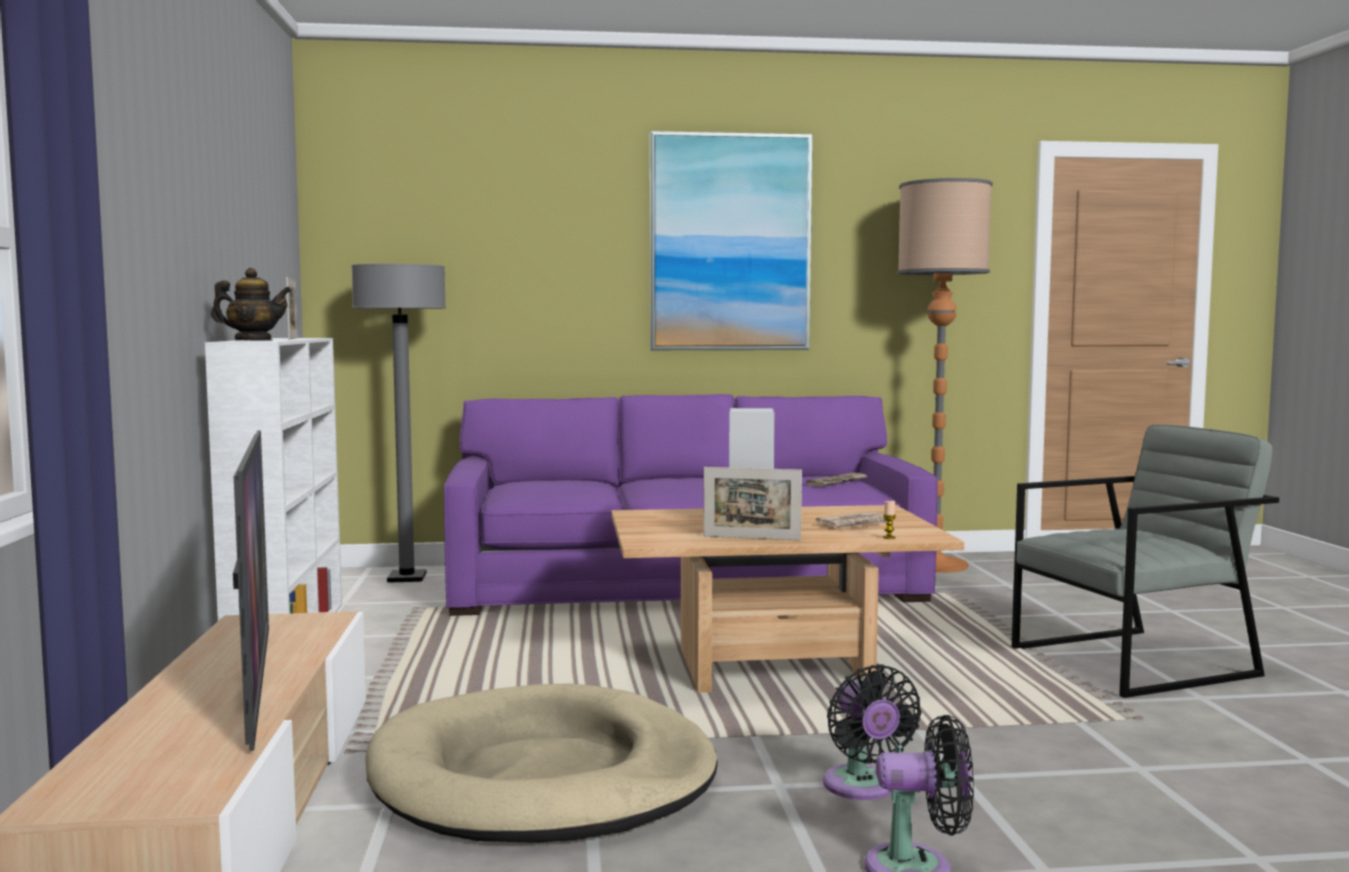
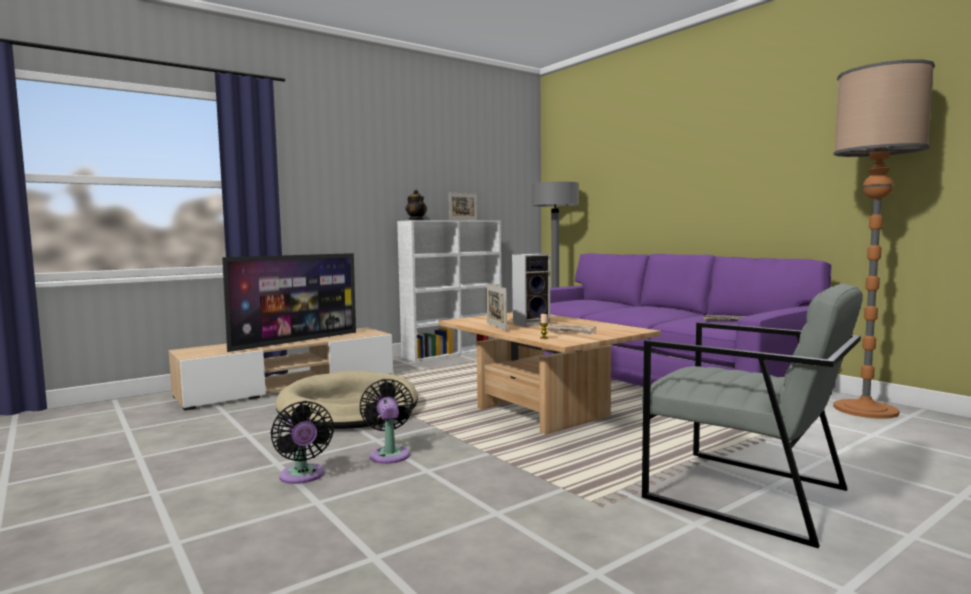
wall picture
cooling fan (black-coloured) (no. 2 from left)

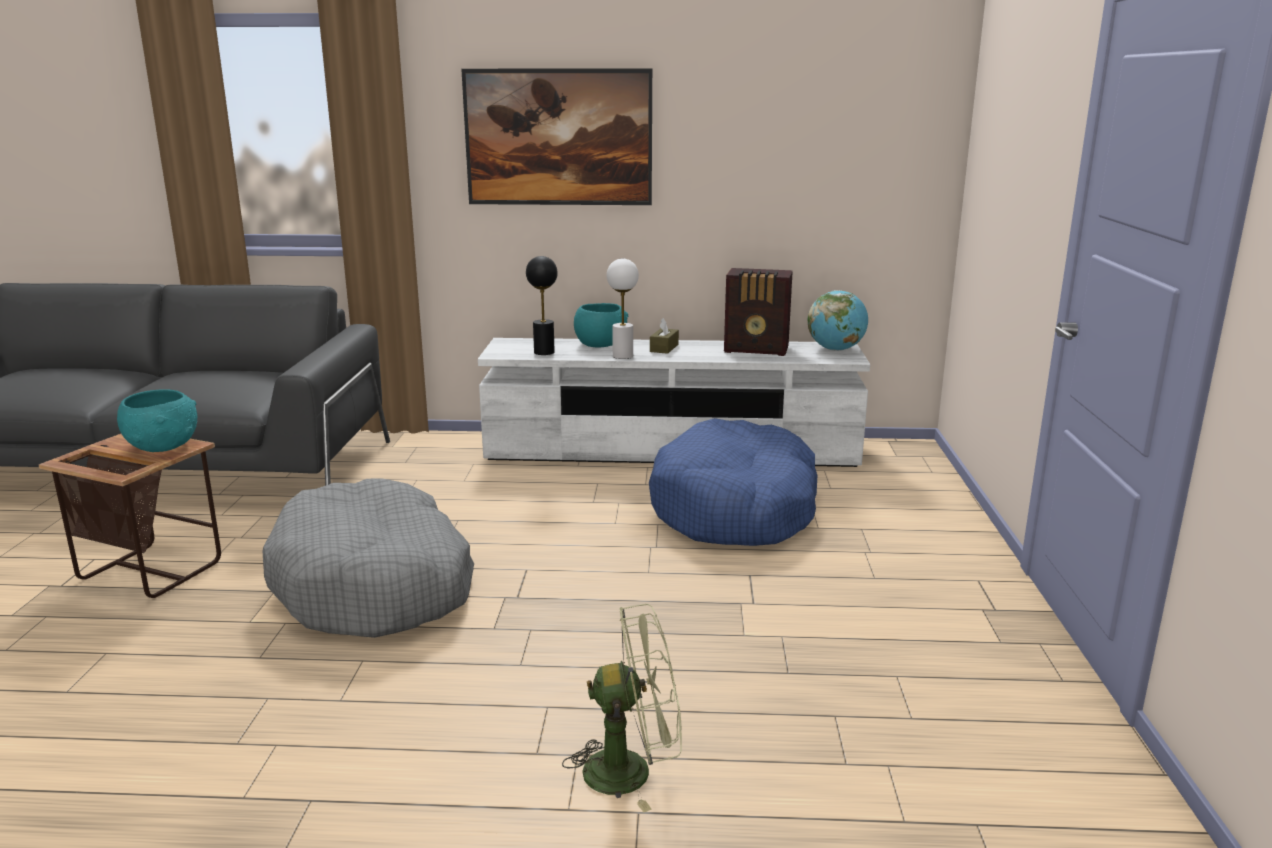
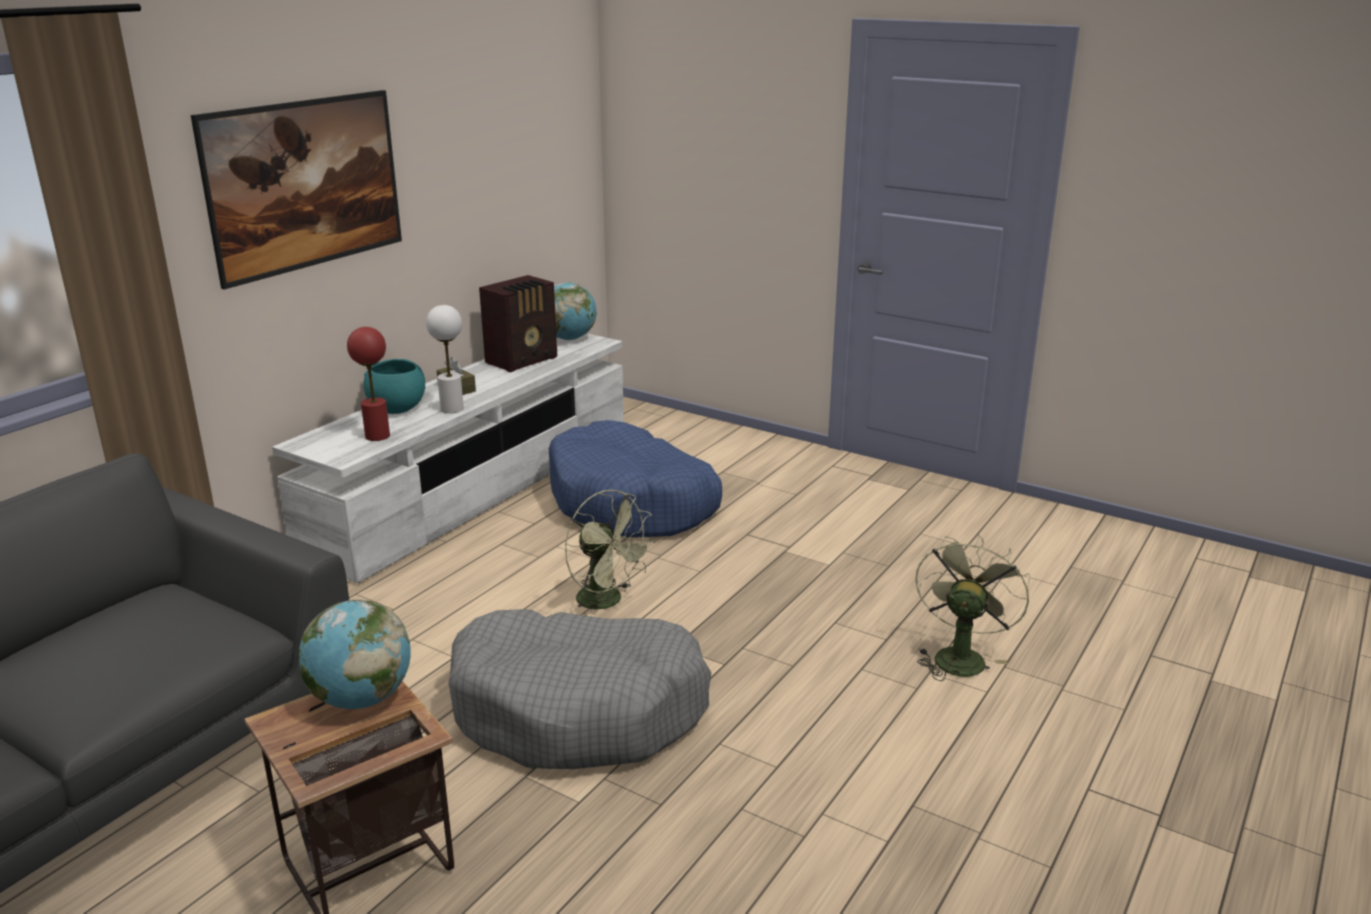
cooling fan (green-coloured) (no. 1 from left)
globe (no. 1 from left)
lamp for a table (red)

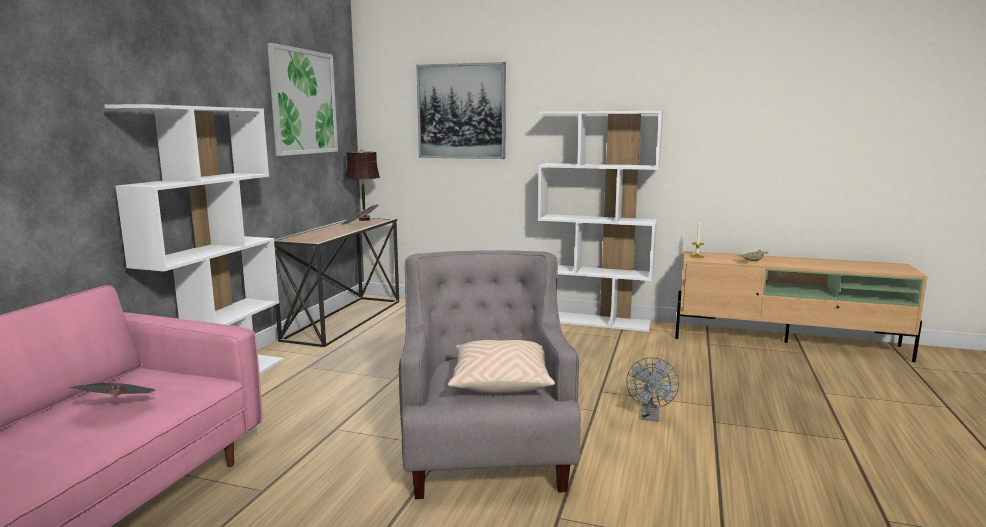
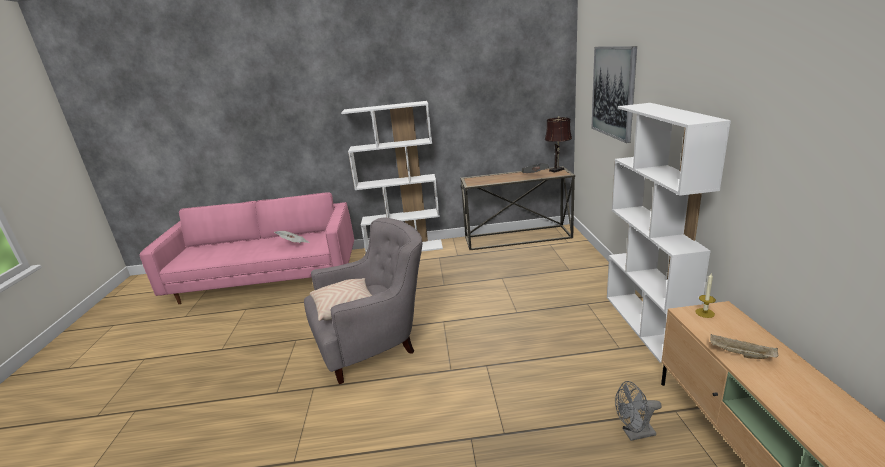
wall picture (no. 1 from left in the first image)
cooling fan (greyish)

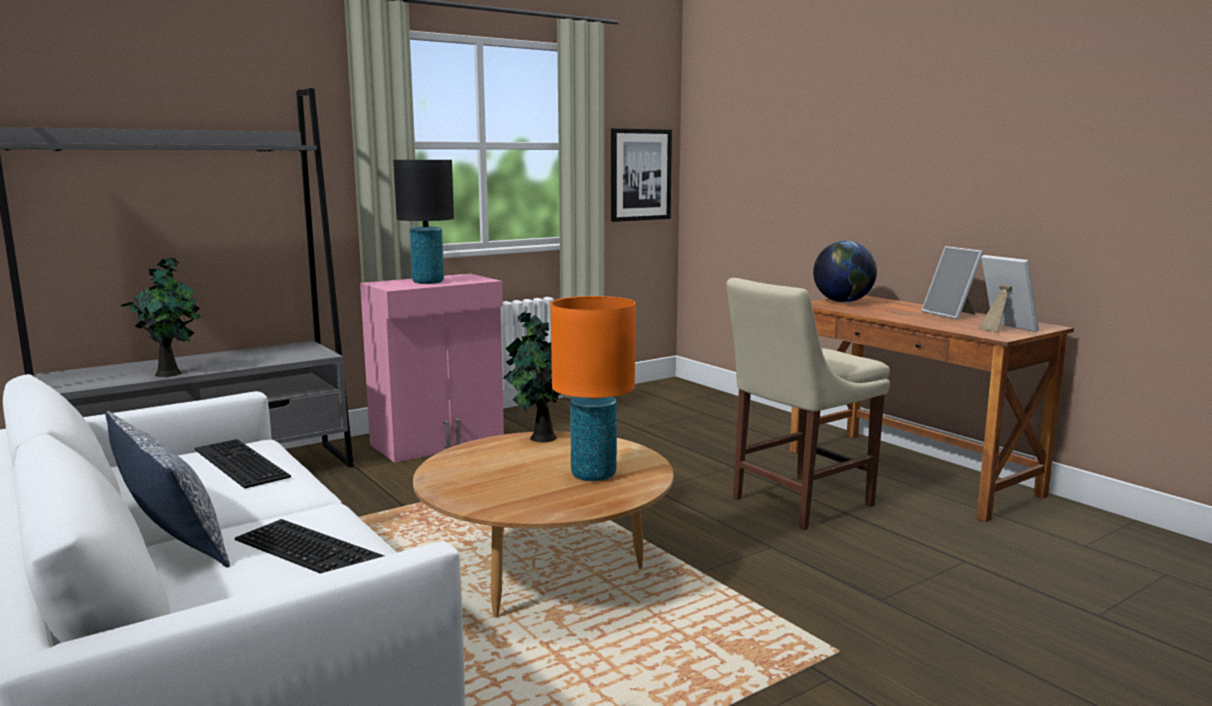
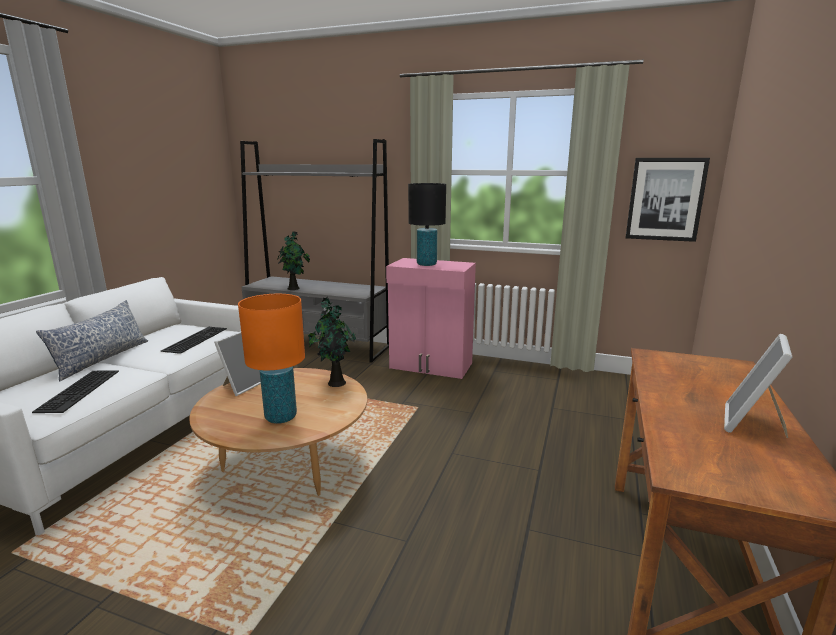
upright chair (beige)
globe
standing frame (no. 1 from left)

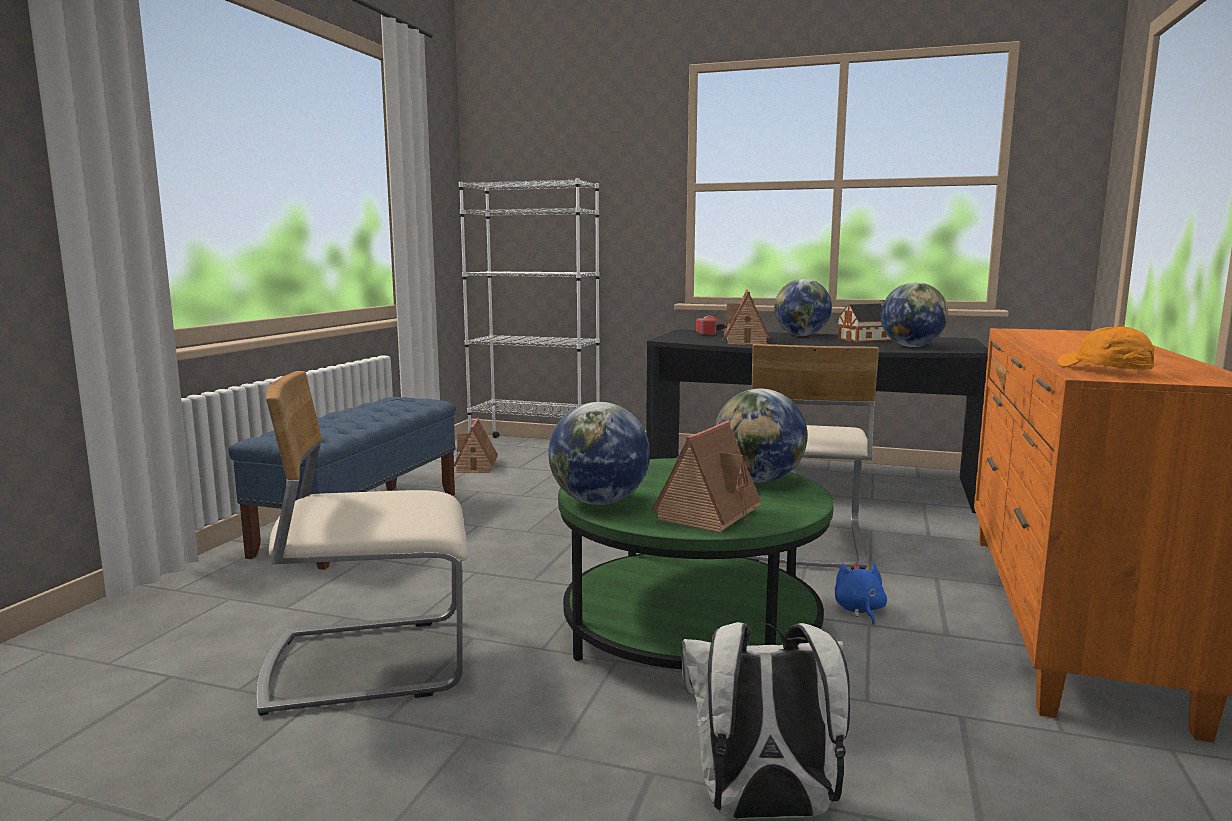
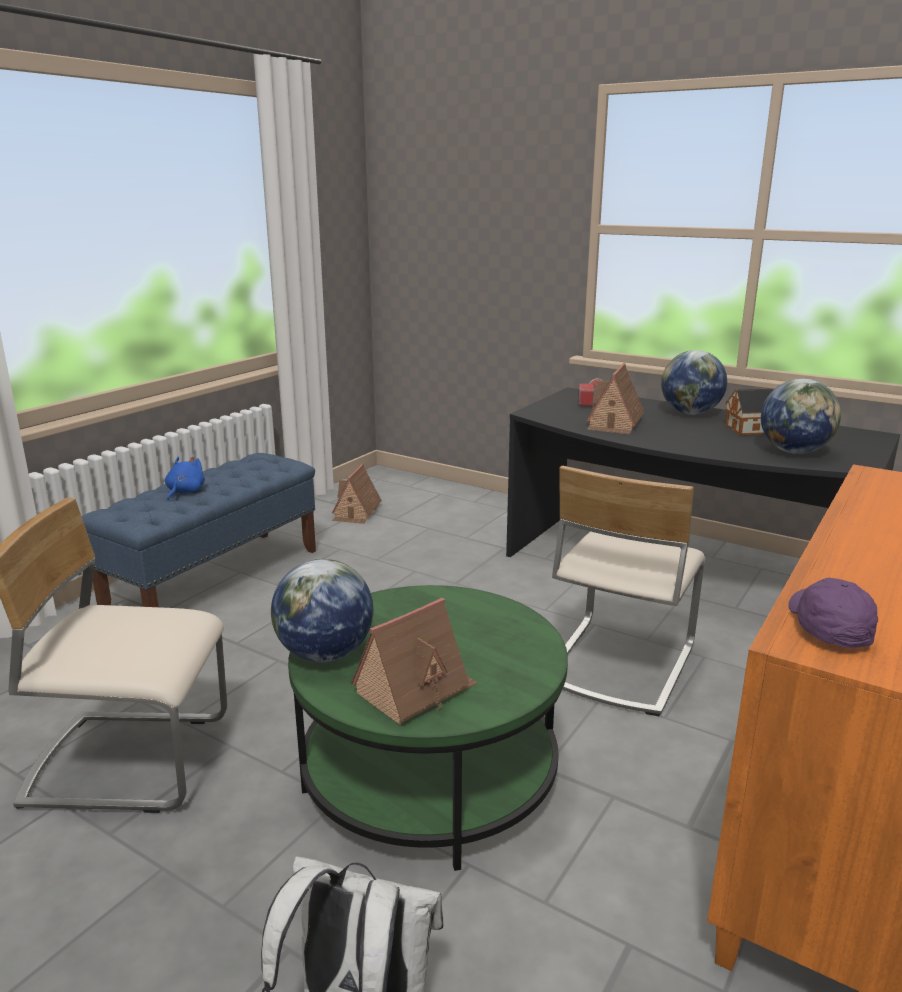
bookcase (white)
globe (no. 2 from left in the first image)
soft toy (bluish)
cap (purple)

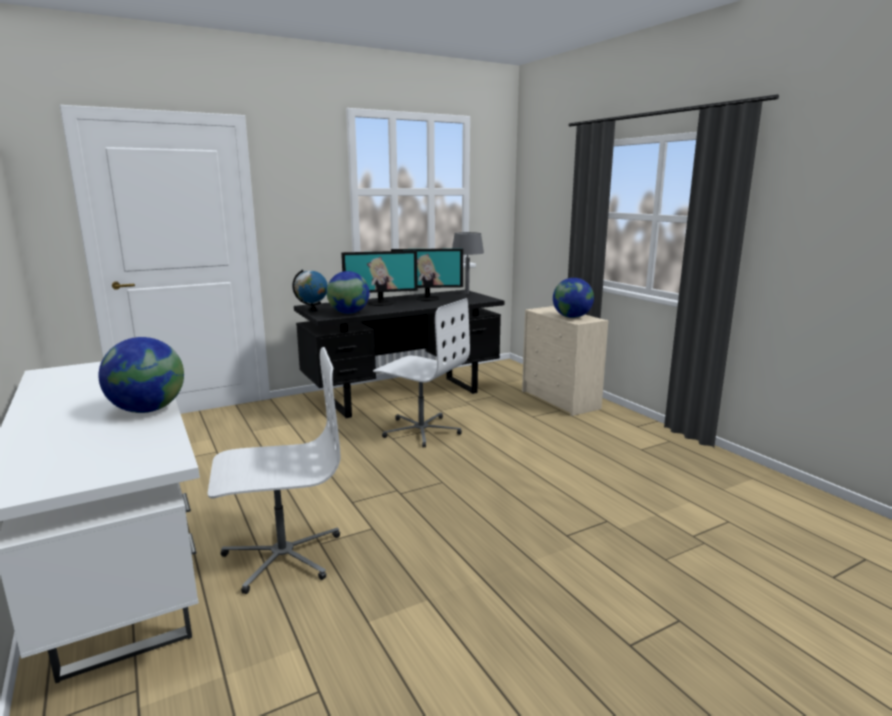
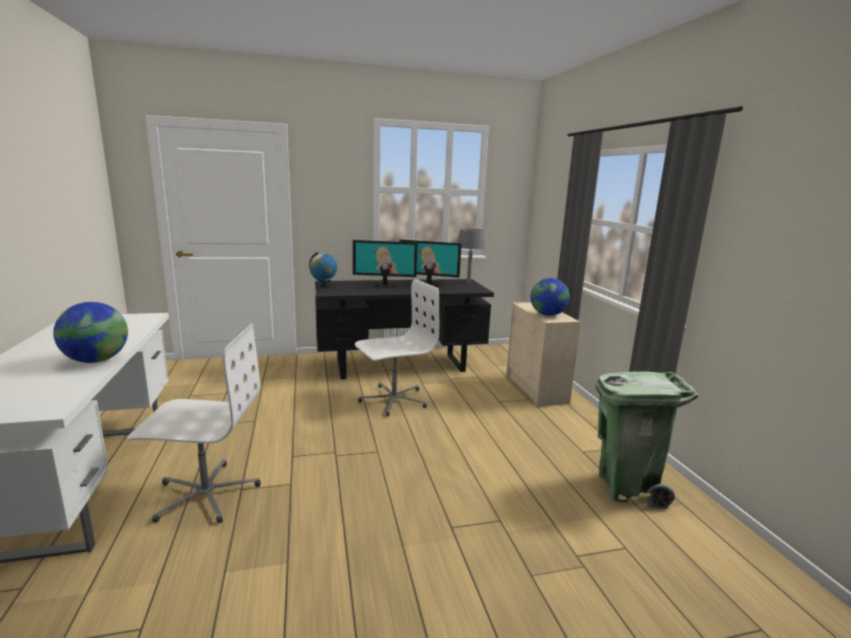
globe (no. 3 from left in the first image)
waste bin (green-coloured)
computer chair (white) (no. 2 from left)

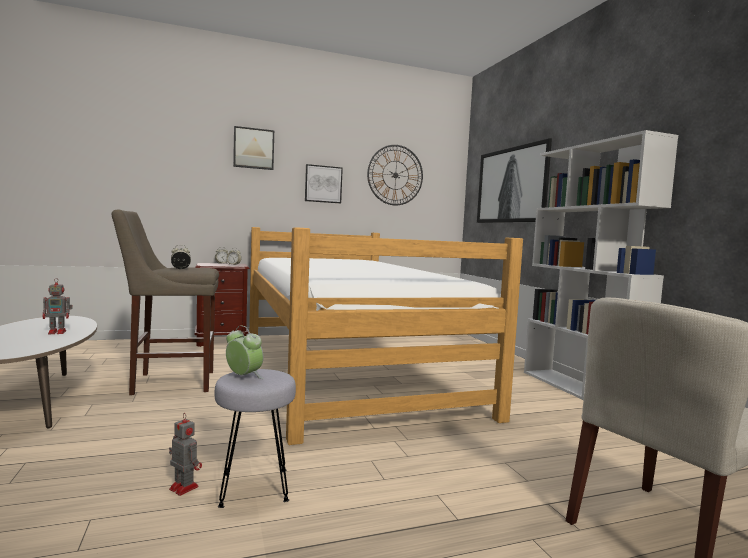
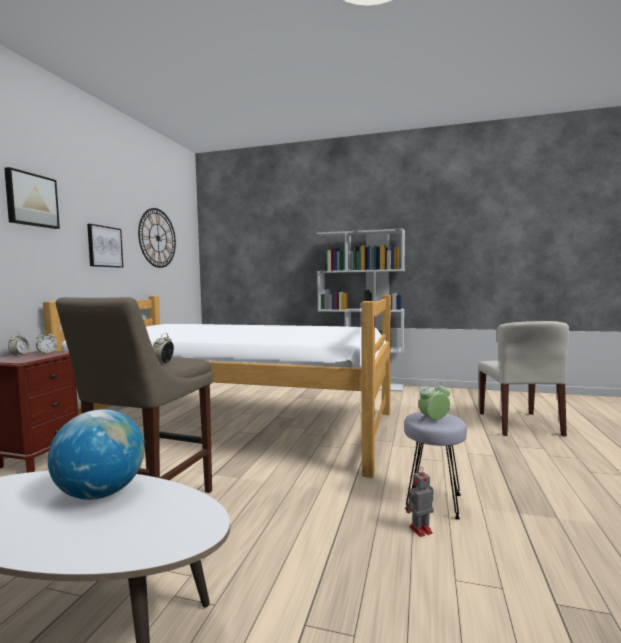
wall picture (no. 3 from left in the first image)
globe

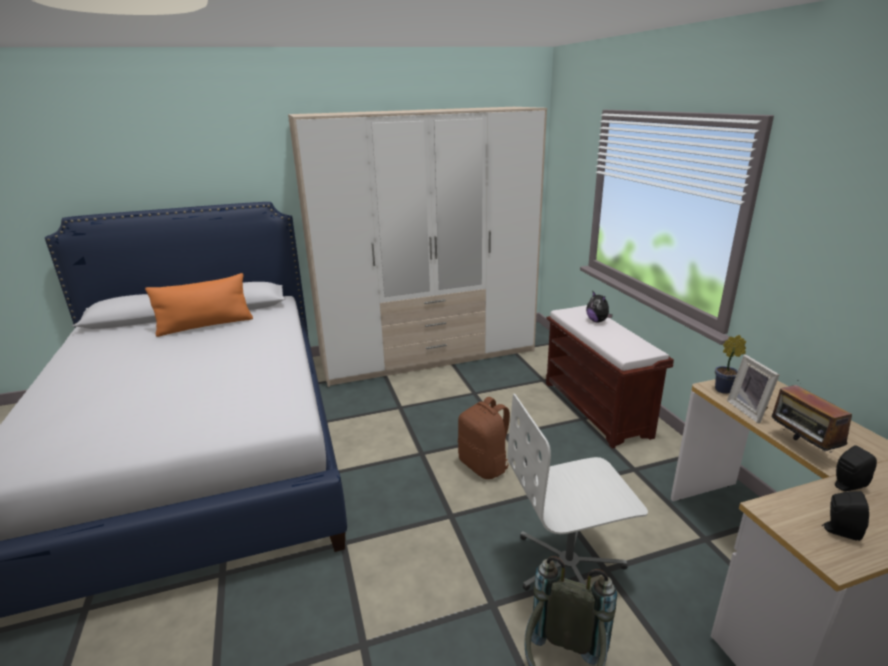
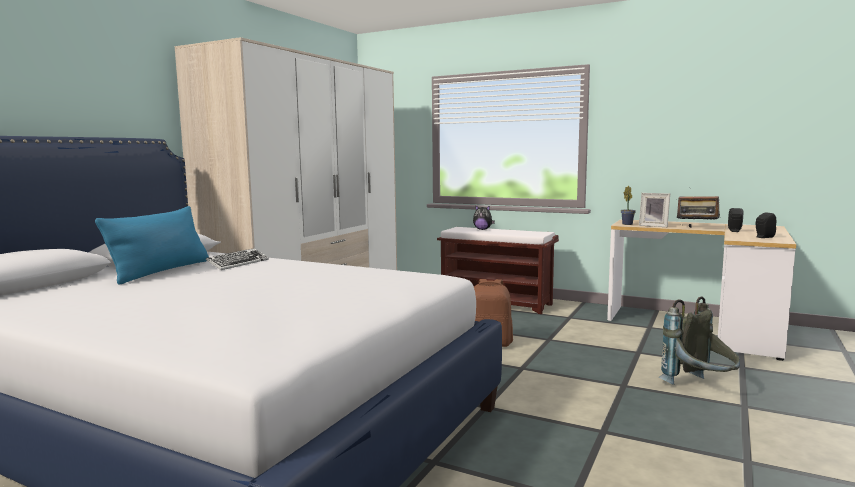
computer chair (white)
PC keyboard
pillow (bluish)

